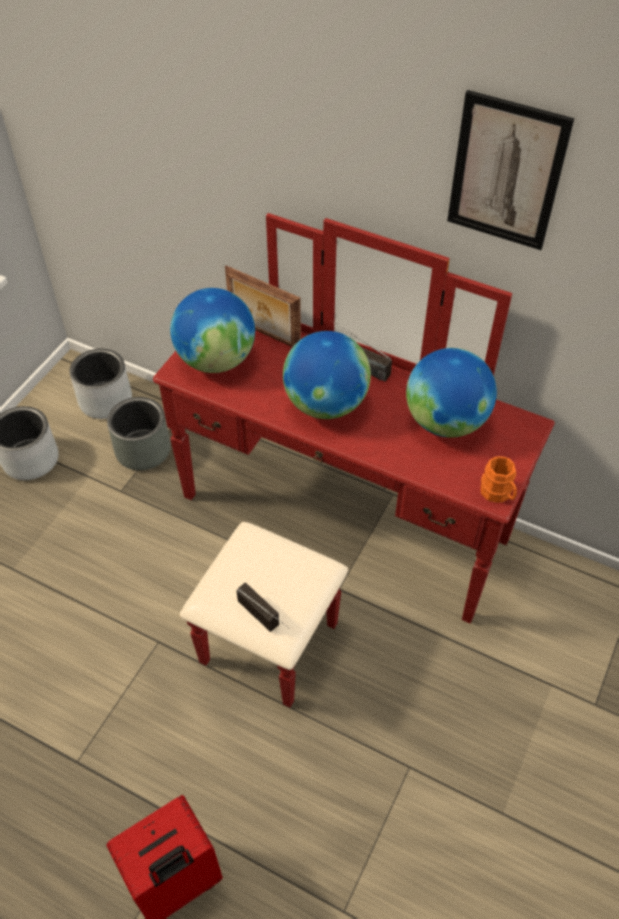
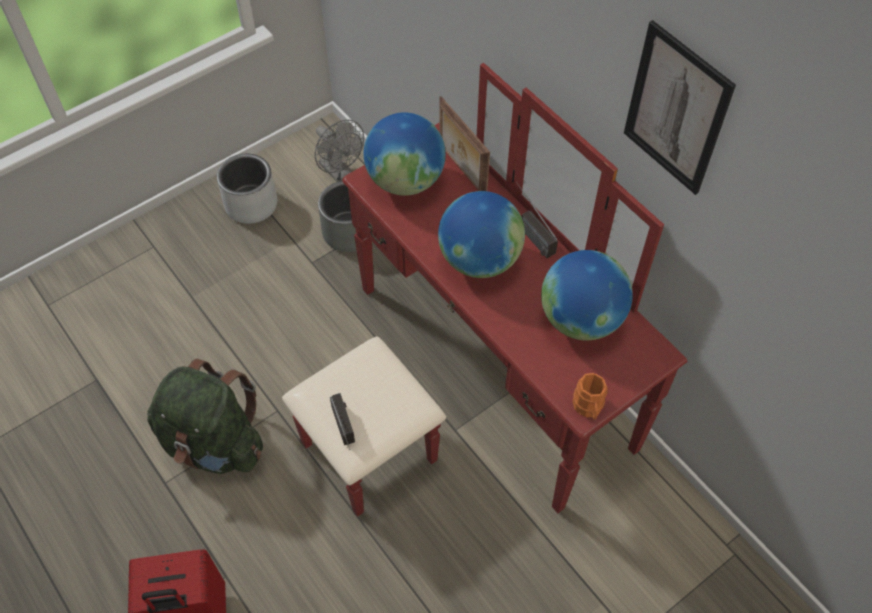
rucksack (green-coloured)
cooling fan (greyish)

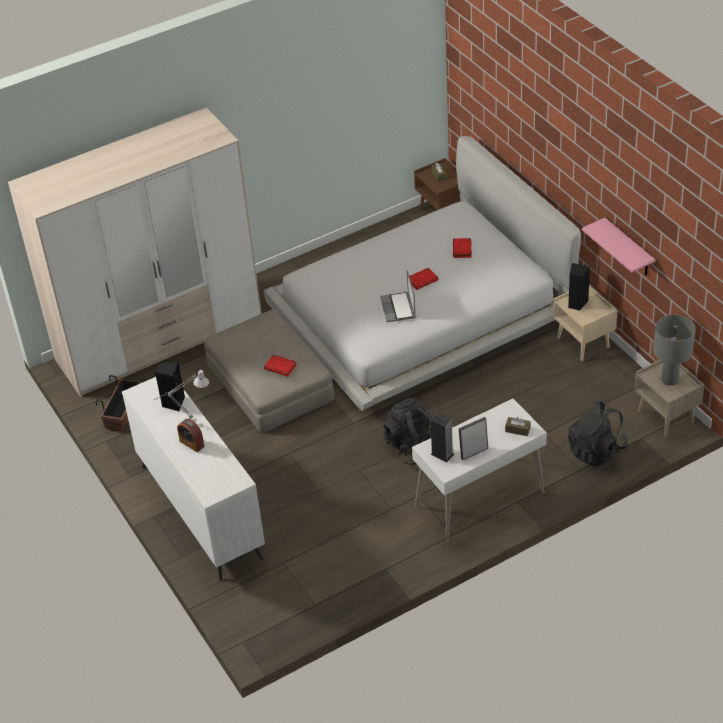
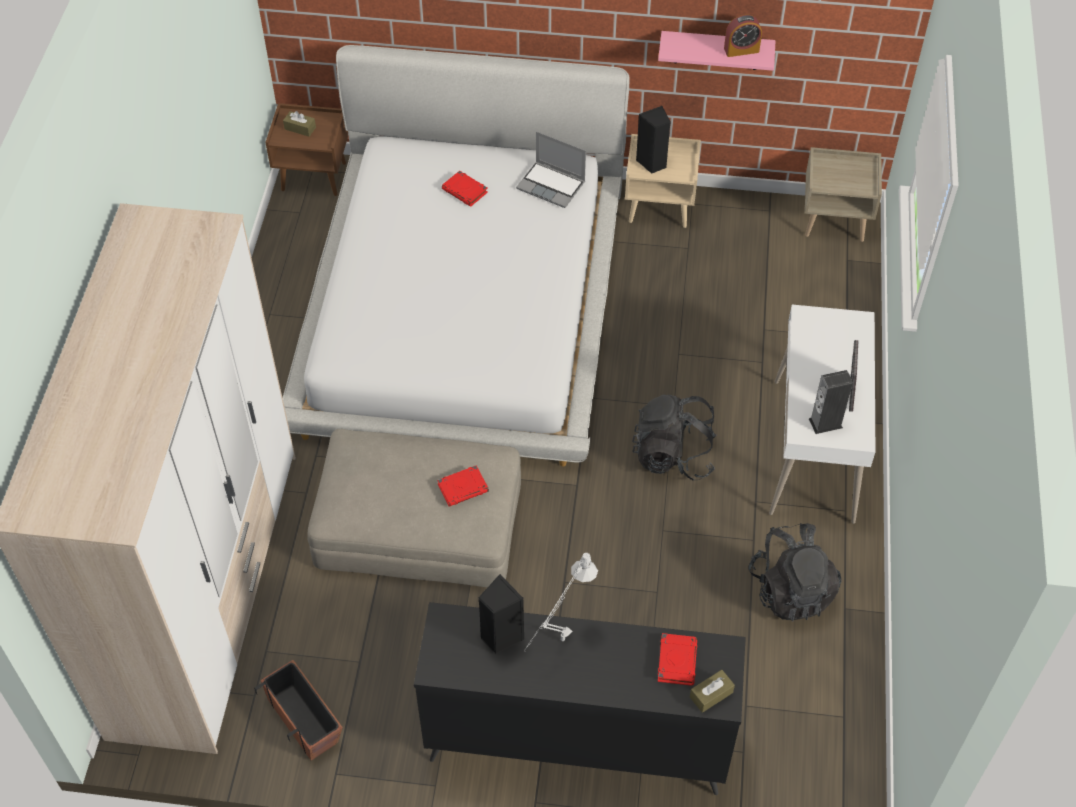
lamp for a table (greyish) (no. 2 from left in the first image)
table clock
portable computer
volume (red) (no. 3 from left)
box of tissues (brownish) (no. 2 from left)
rucksack (black-coloured) (no. 2 from left)
chest of drawers (black-coloured)

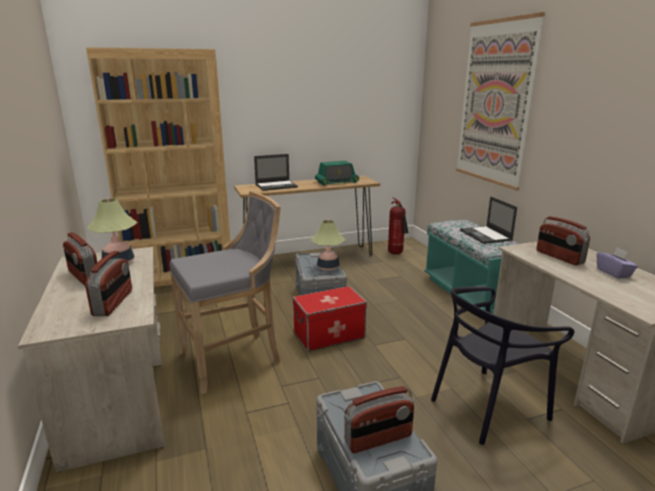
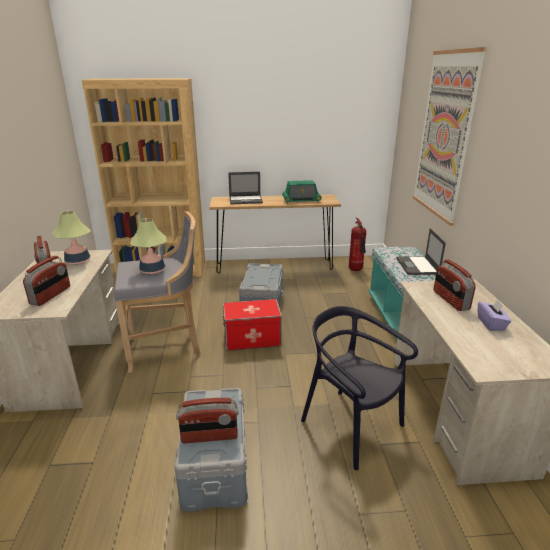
lamp for a table (no. 2 from left)
upright chair (black-coloured)

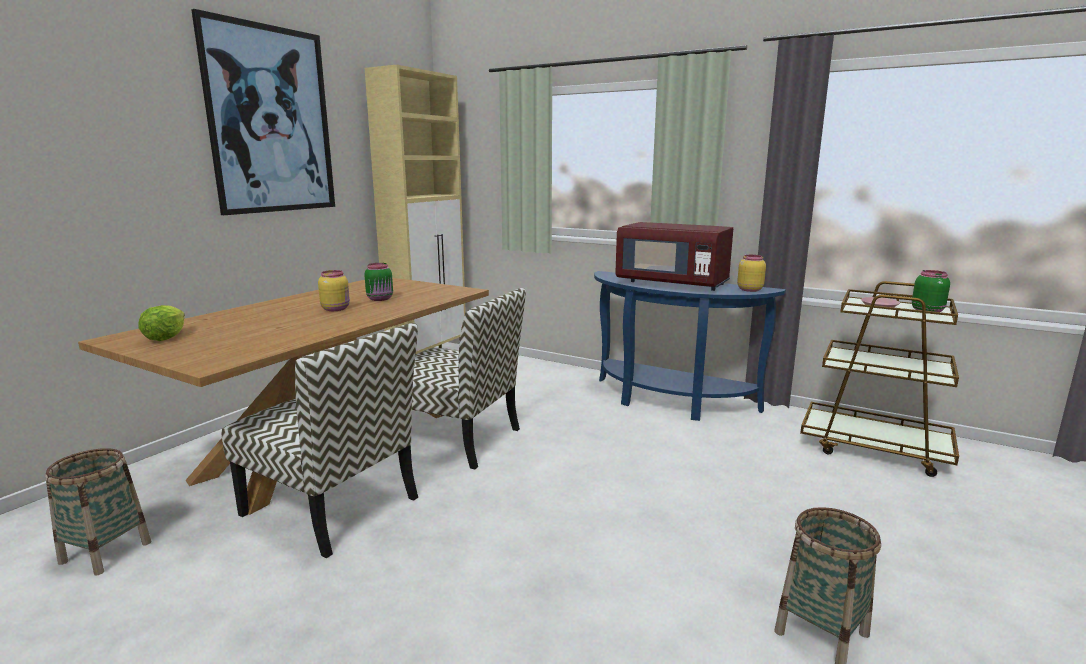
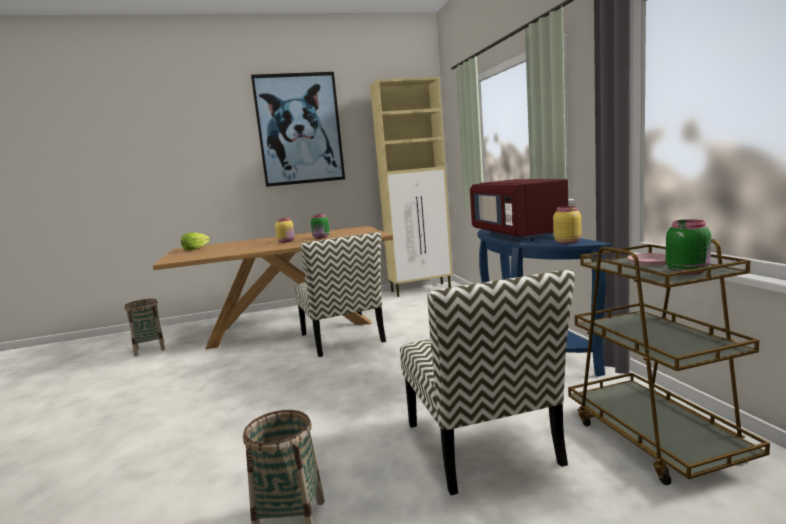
upright chair (no. 2 from left)

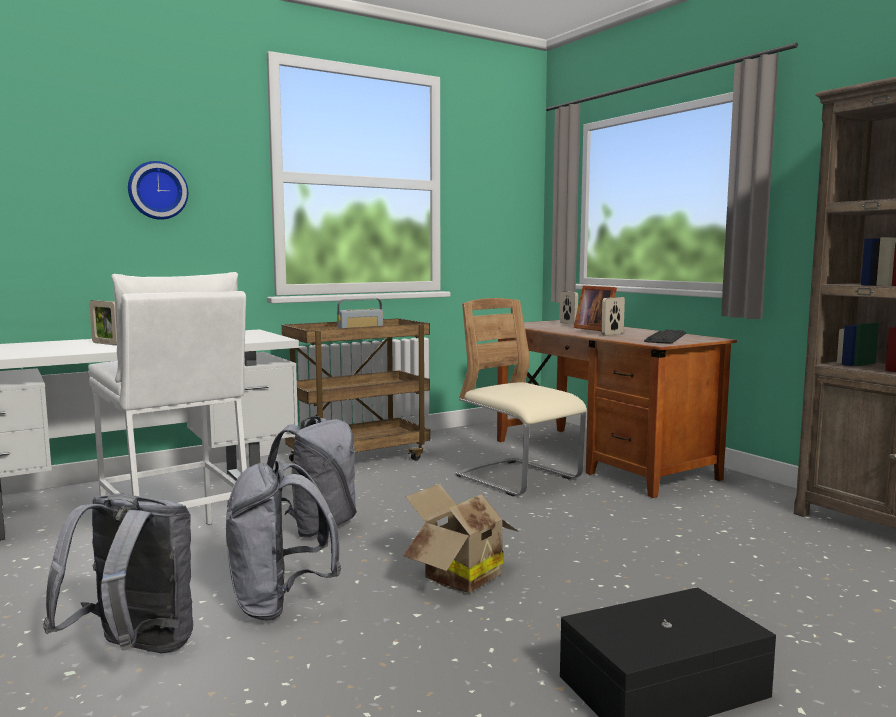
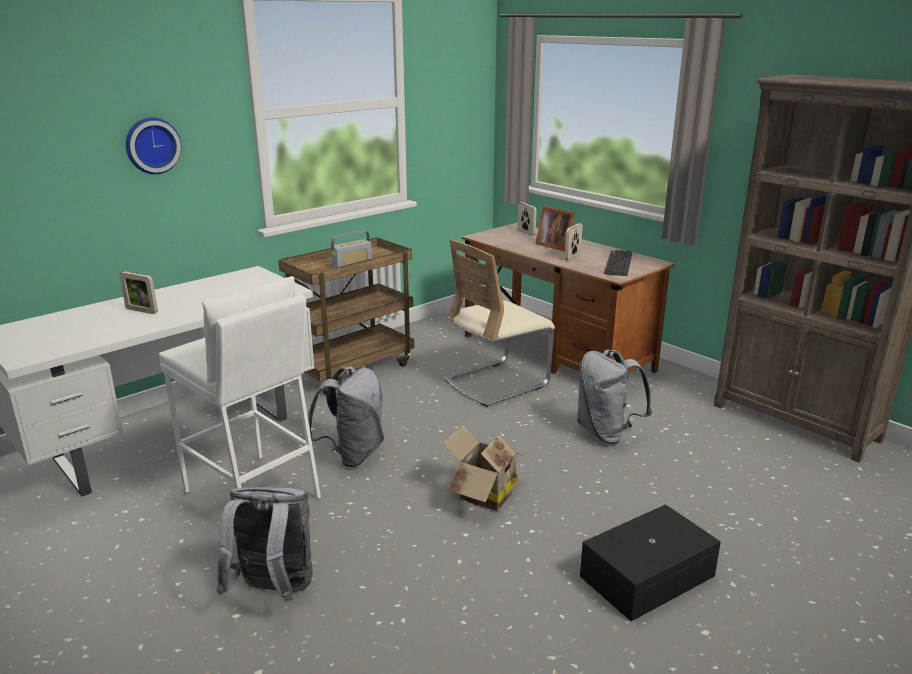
rucksack (greyish) (no. 3 from left)
upright chair (beige)

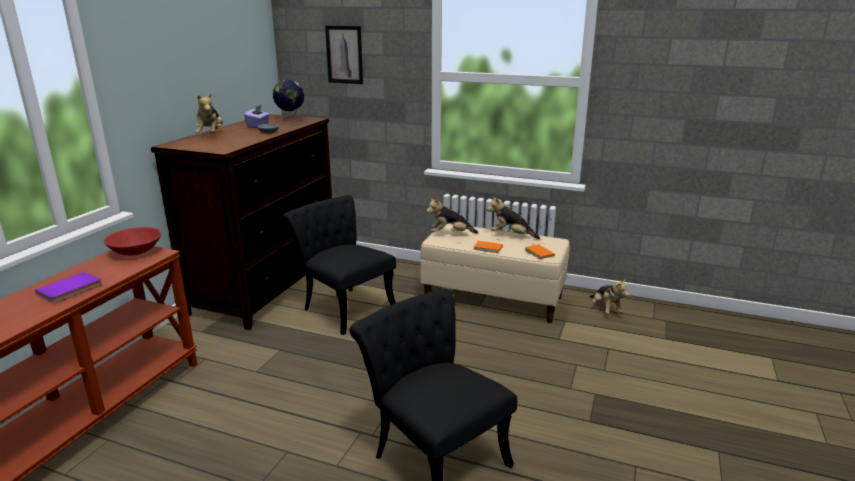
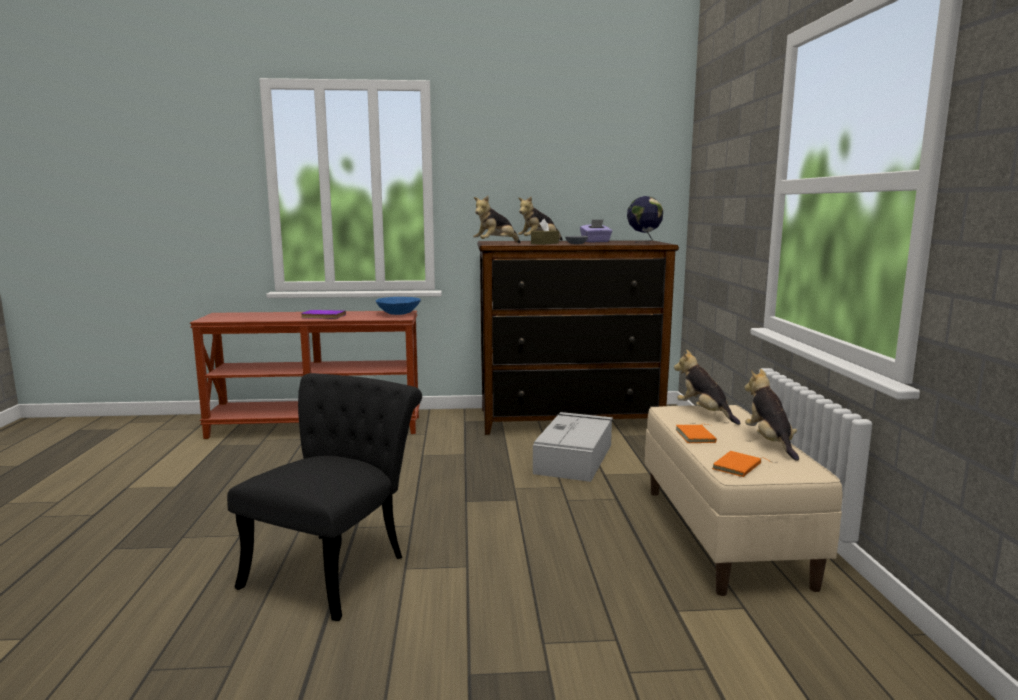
wall picture
box of tissues (brownish)
soft toy (no. 1 from left)
storage container (greyish)
serving bowl (bluish)

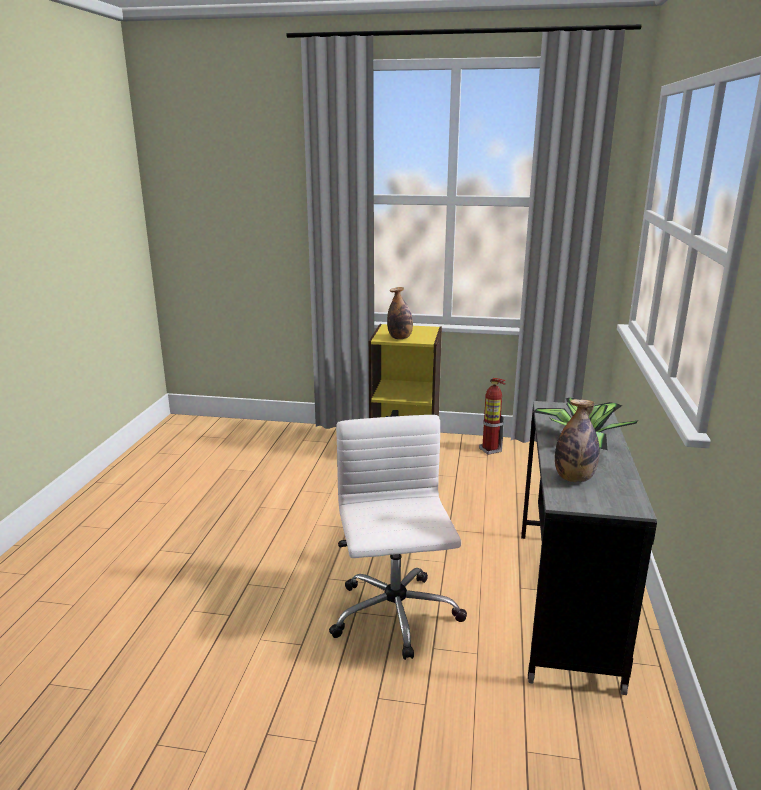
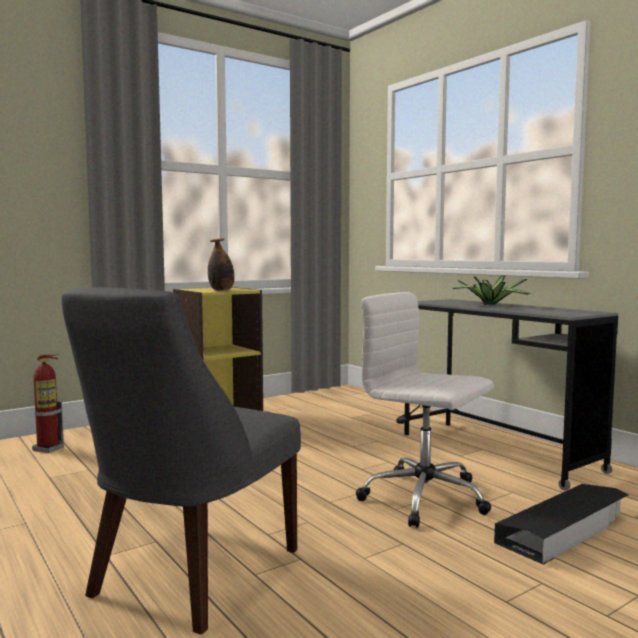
beverage bottle (no. 2 from left in the first image)
upright chair (greyish)
storage container (black-coloured)
fire extinguisher

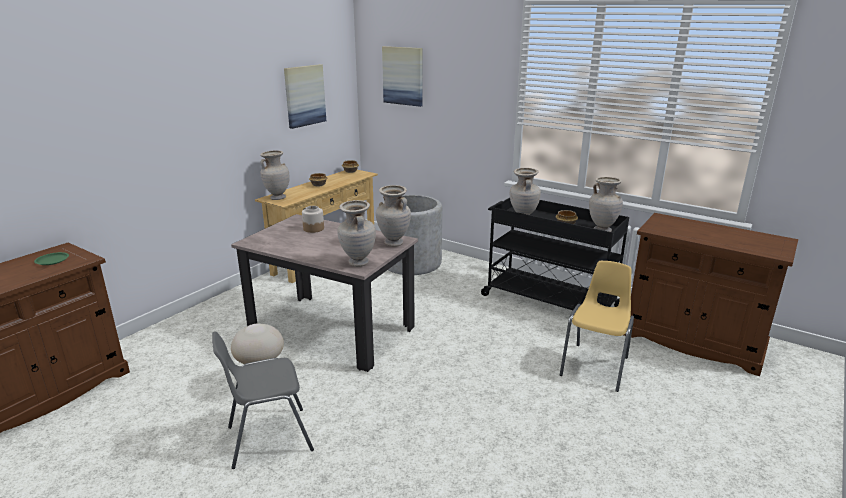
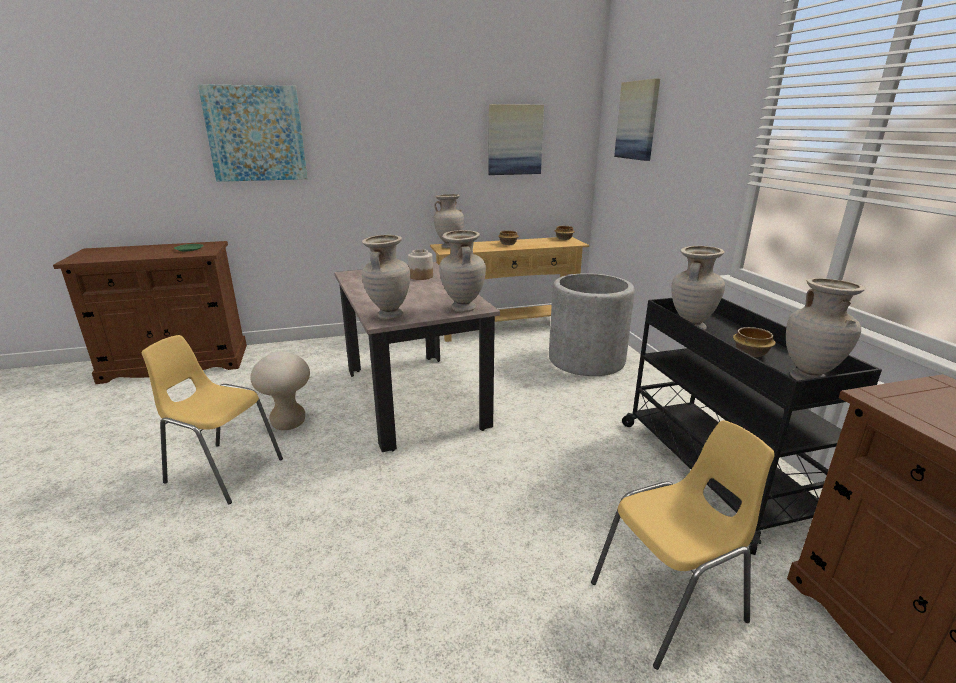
wall picture (no. 1 from left)
upright chair (yellow-coloured) (no. 1 from left)

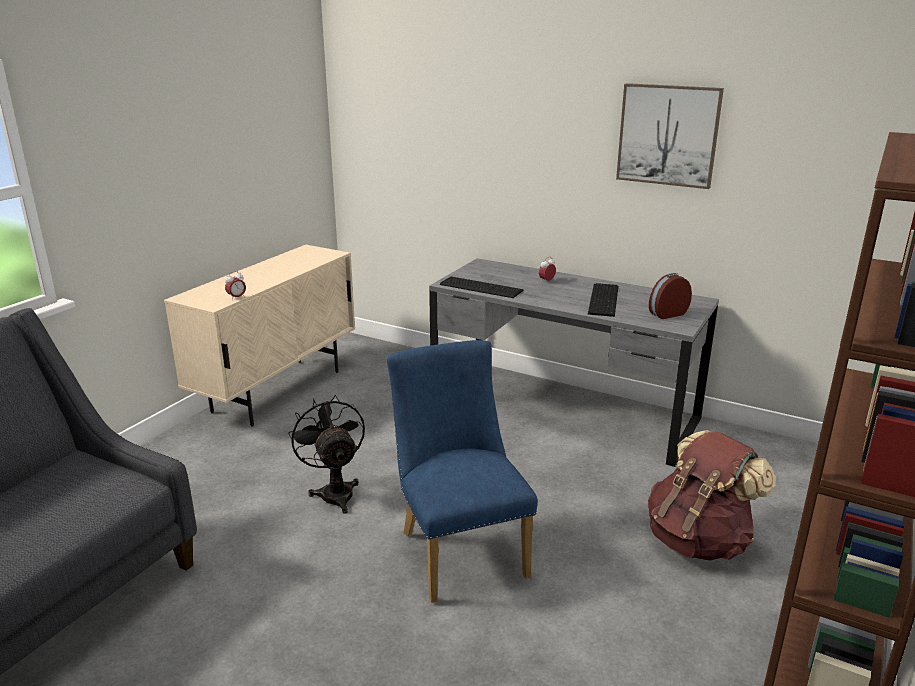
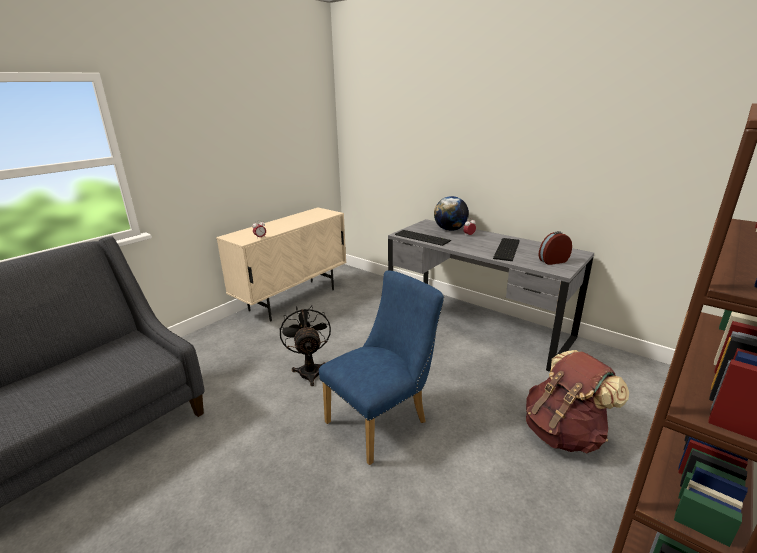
wall picture
globe
upright chair (bluish)

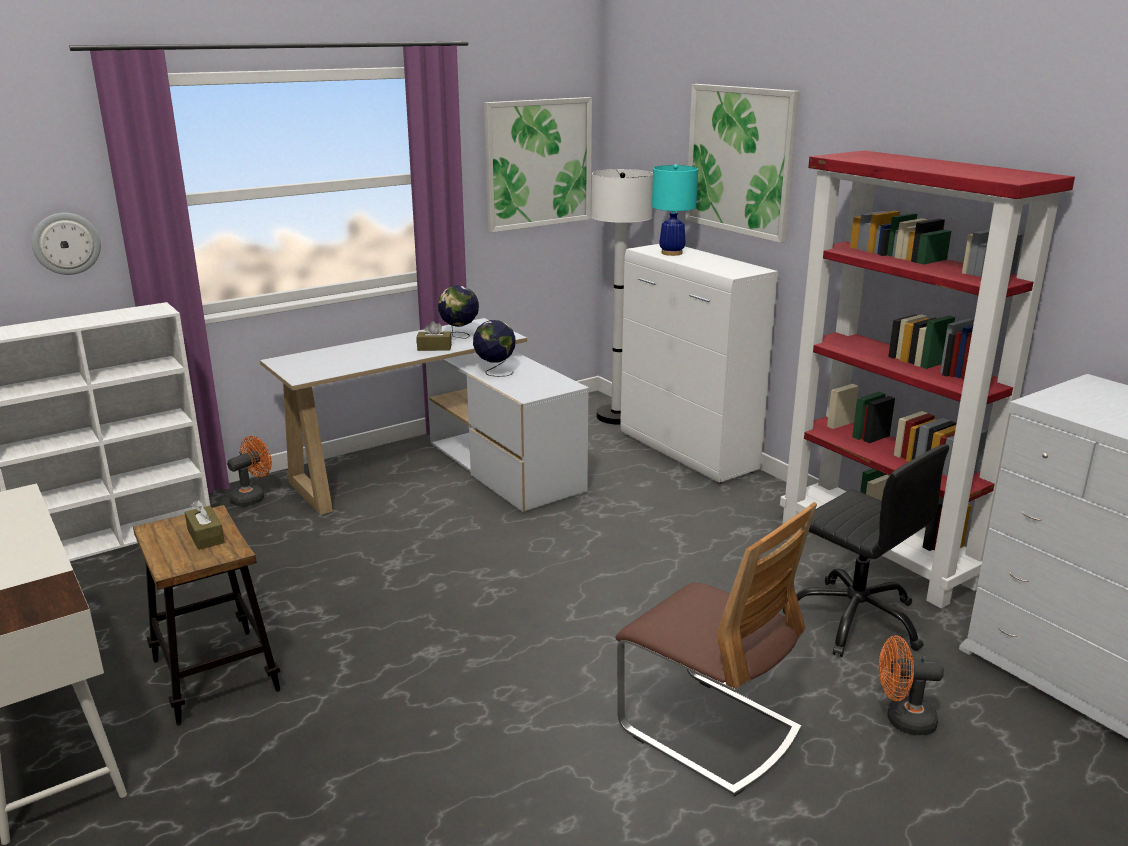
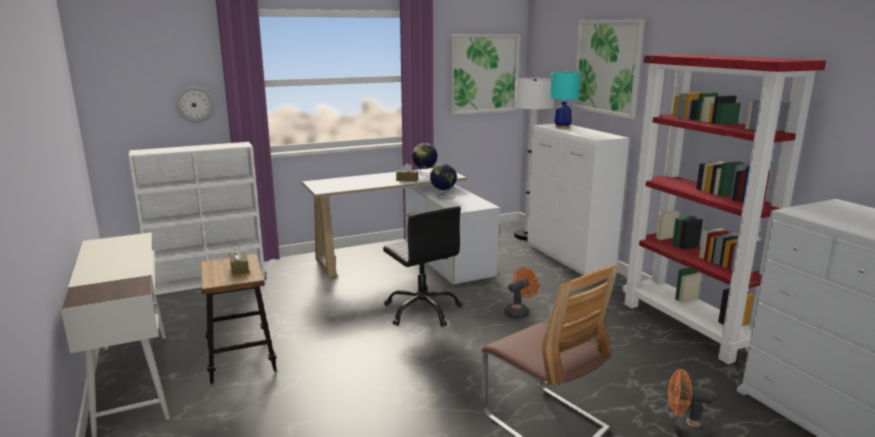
cooling fan (orange-coloured) (no. 1 from left)
computer chair (black-coloured)

